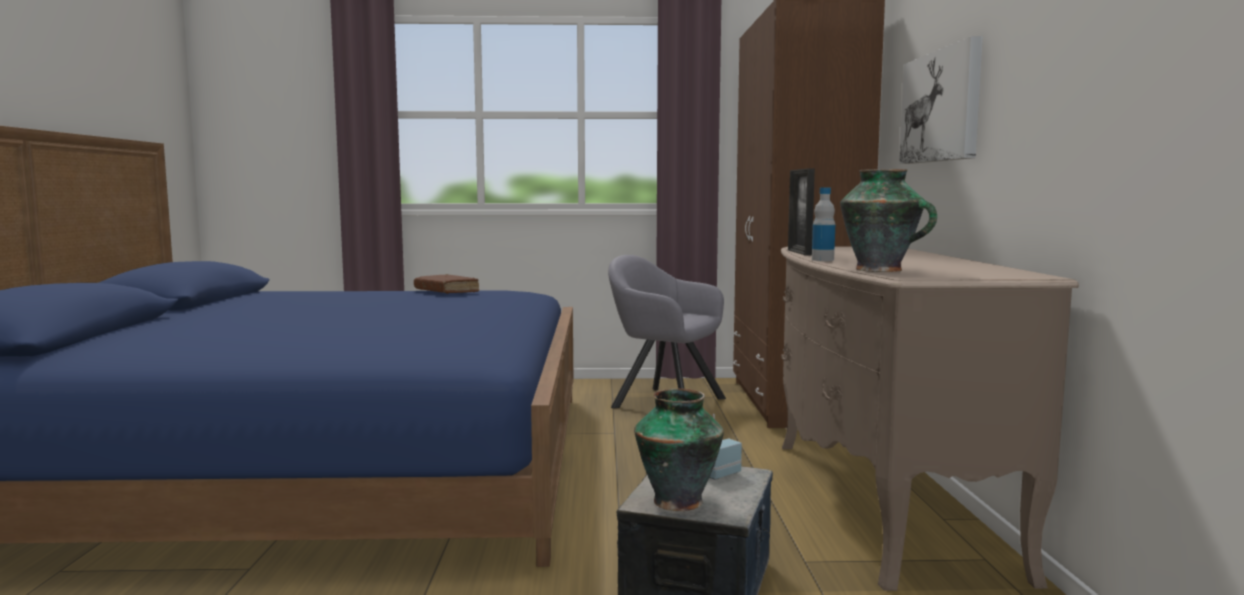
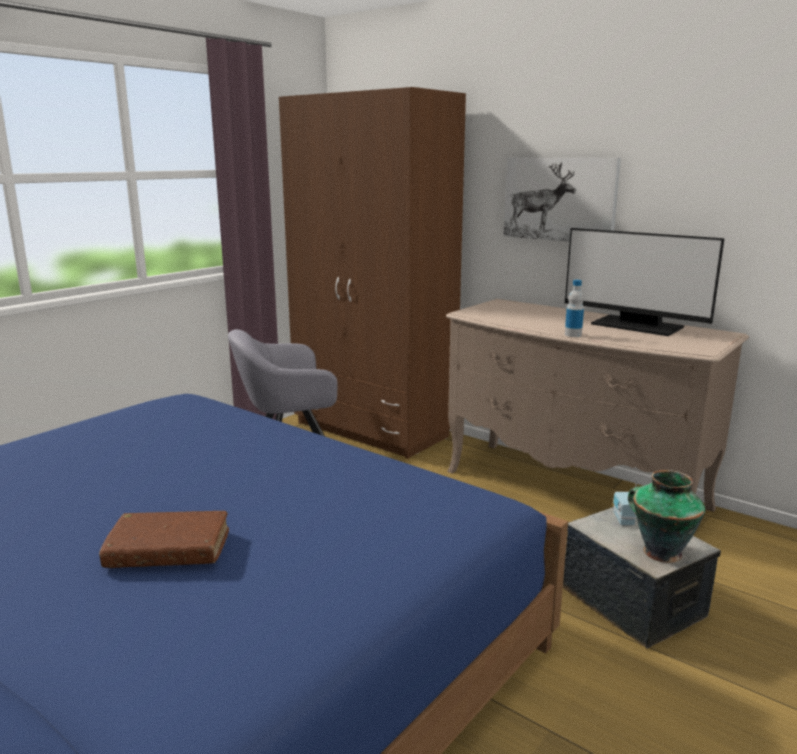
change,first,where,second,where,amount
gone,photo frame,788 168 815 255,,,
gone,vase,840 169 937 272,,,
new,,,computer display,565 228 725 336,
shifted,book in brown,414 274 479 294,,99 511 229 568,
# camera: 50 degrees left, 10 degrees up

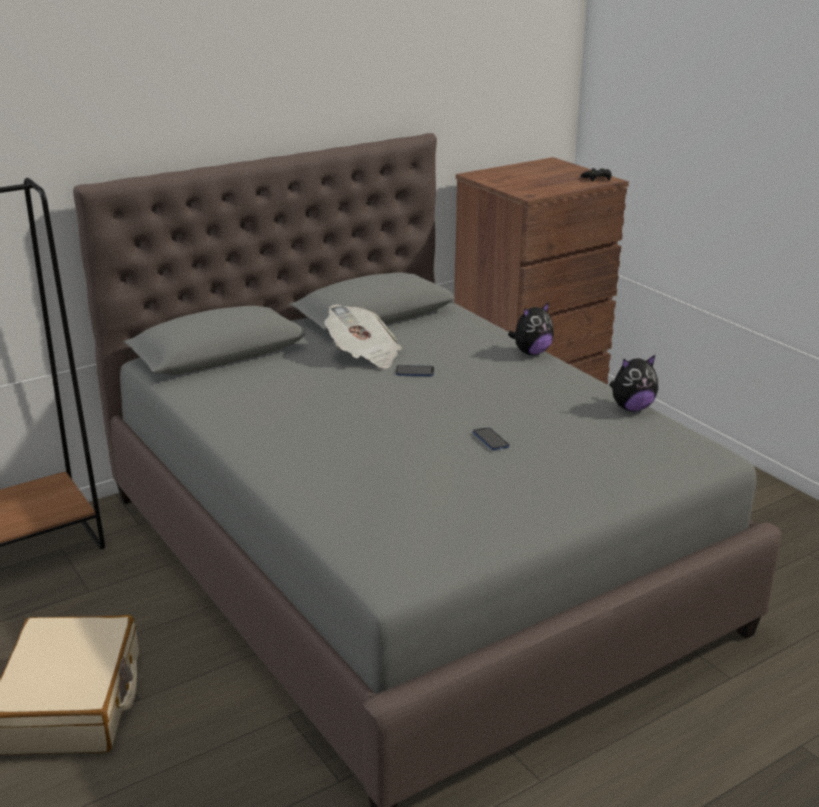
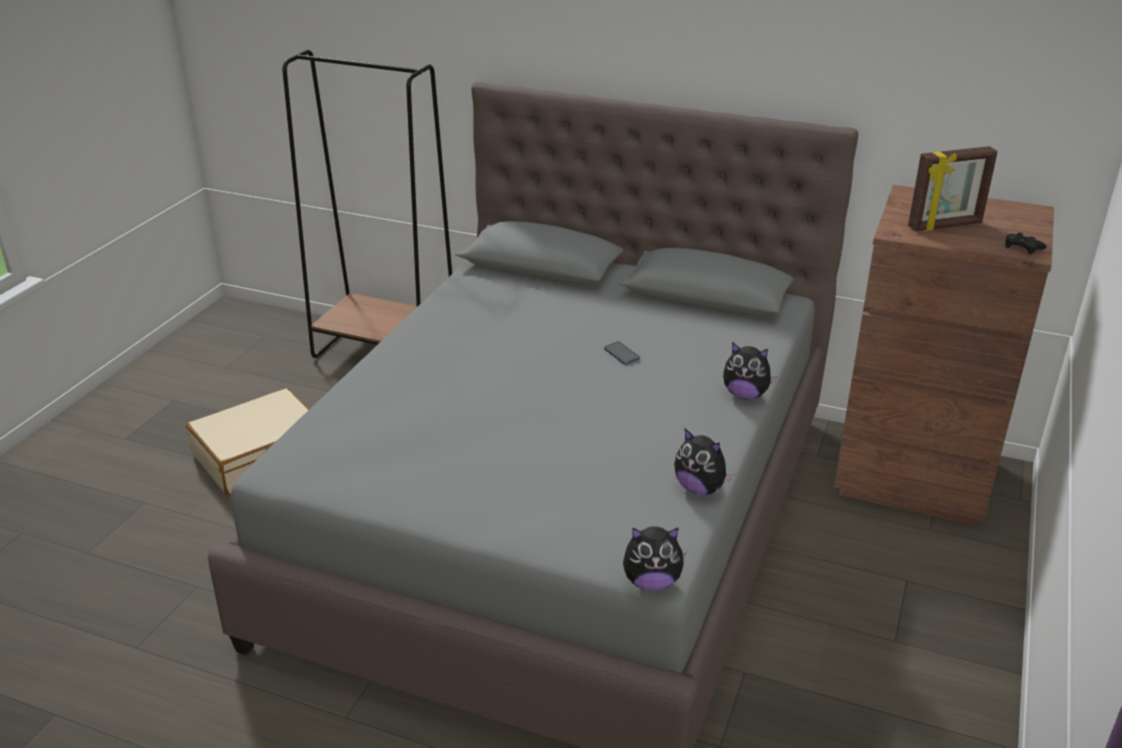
change,first,where,second,where,amount
gone,printed paper,324 304 402 369,,,
gone,handset,473 427 509 450,,,
new,,,soft toy,623 526 686 591,
new,,,photo frame,908 146 998 231,
# camera: 55 degrees right, 5 degrees up

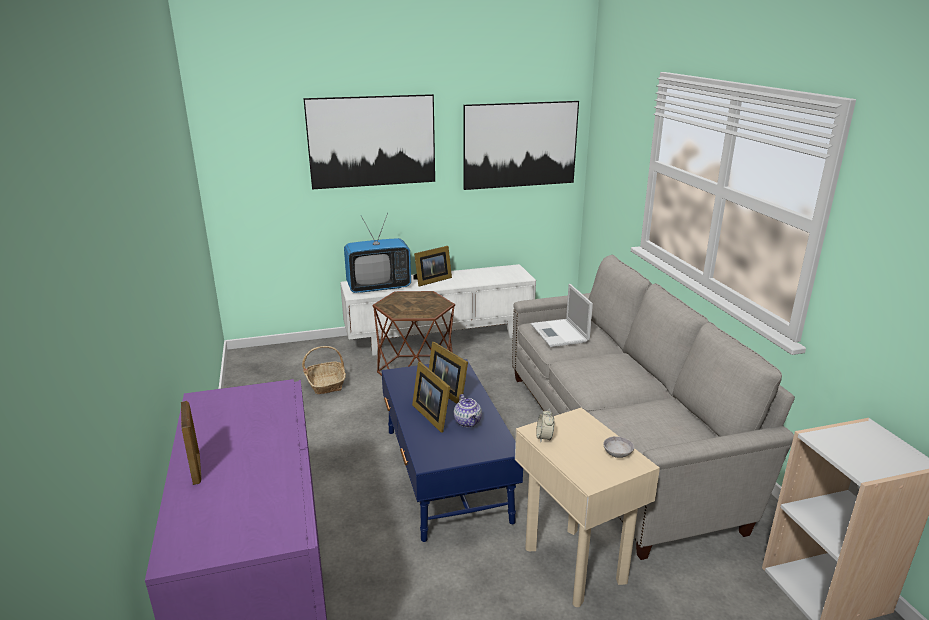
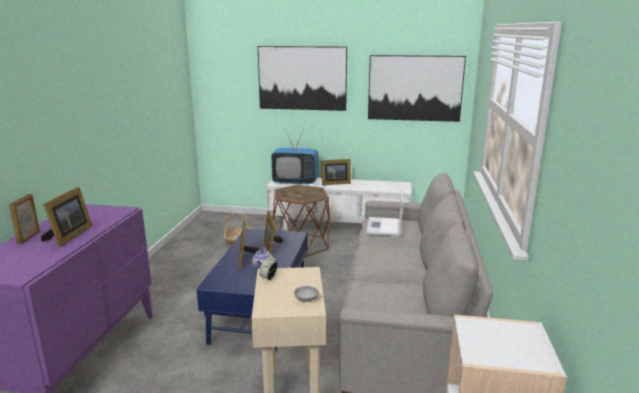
change,first,where,second,where,amount
new,,,photo frame,41 187 92 247,
# camera: 25 degrees right, 5 degrees down

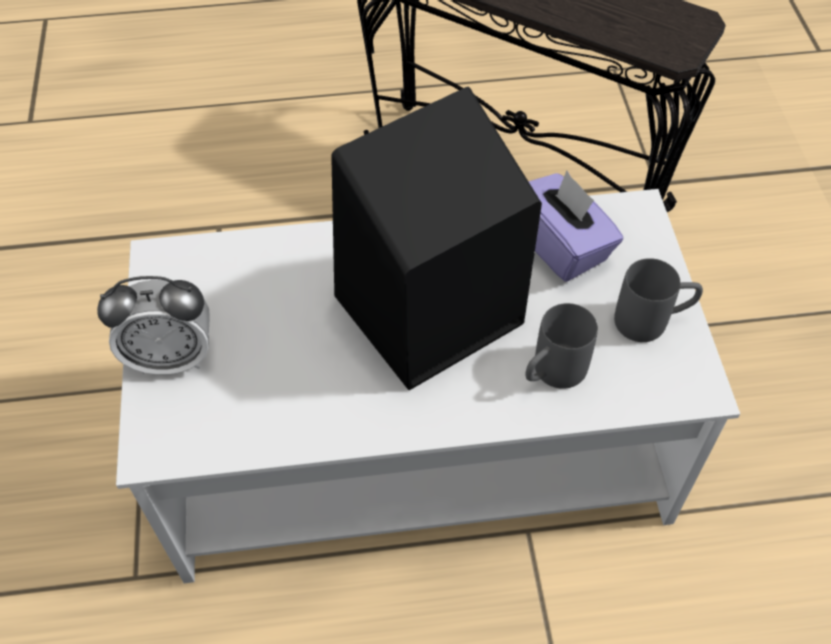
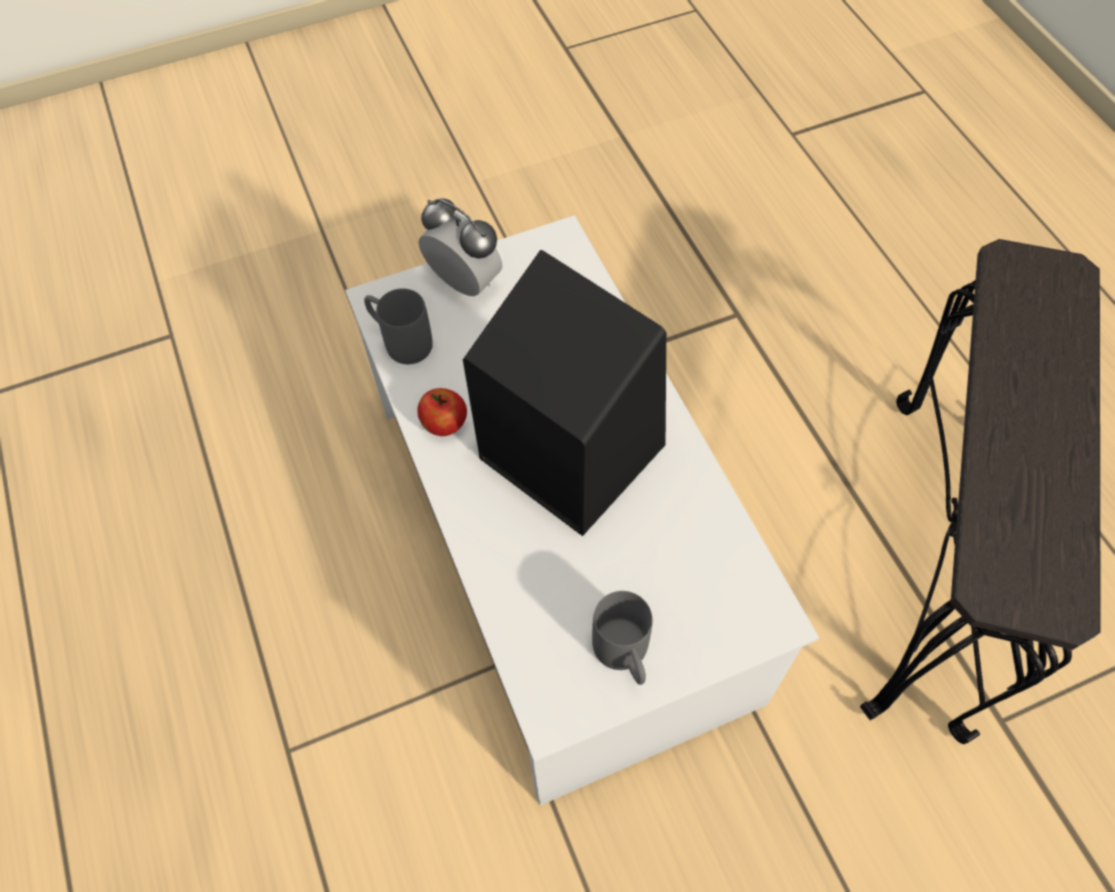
change,first,where,second,where,amount
gone,box of tissues in purplish,528 170 624 282,,,
new,,,whole apple,418 388 467 436,
shifted,mug in grey,525 303 598 389,,364 288 433 364,
rotated,bedside clock,97 276 210 375,,418 198 504 296,150 degrees clockwise
# camera: 75 degrees right, 5 degrees up

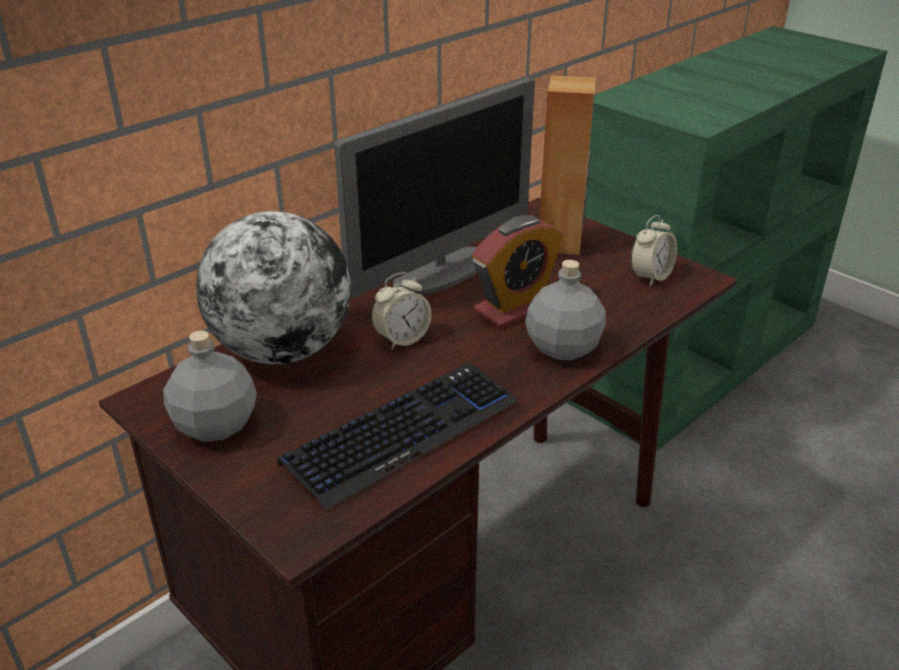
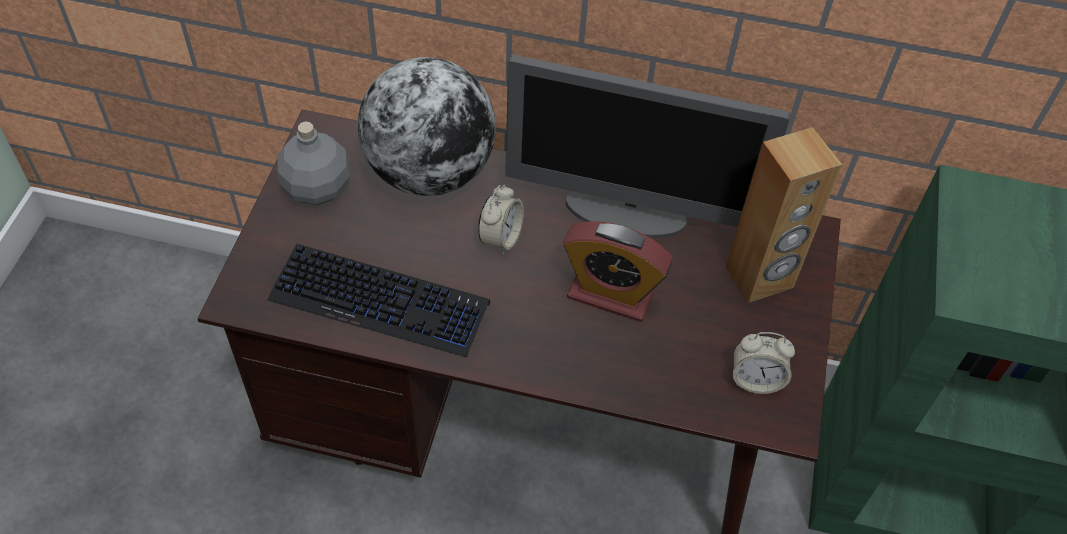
change,first,where,second,where,amount
gone,bottle in grey,525 260 606 360,,,
rotated,bedside clock,371 272 432 350,,478 185 524 255,90 degrees counterclockwise
# camera: 55 degrees right, 20 degrees up

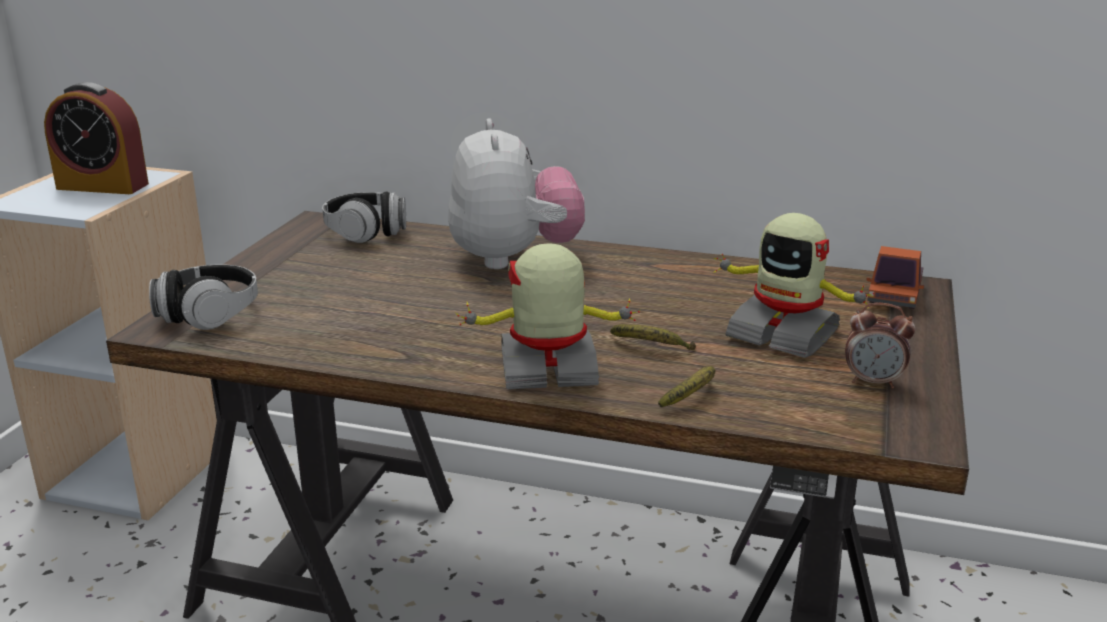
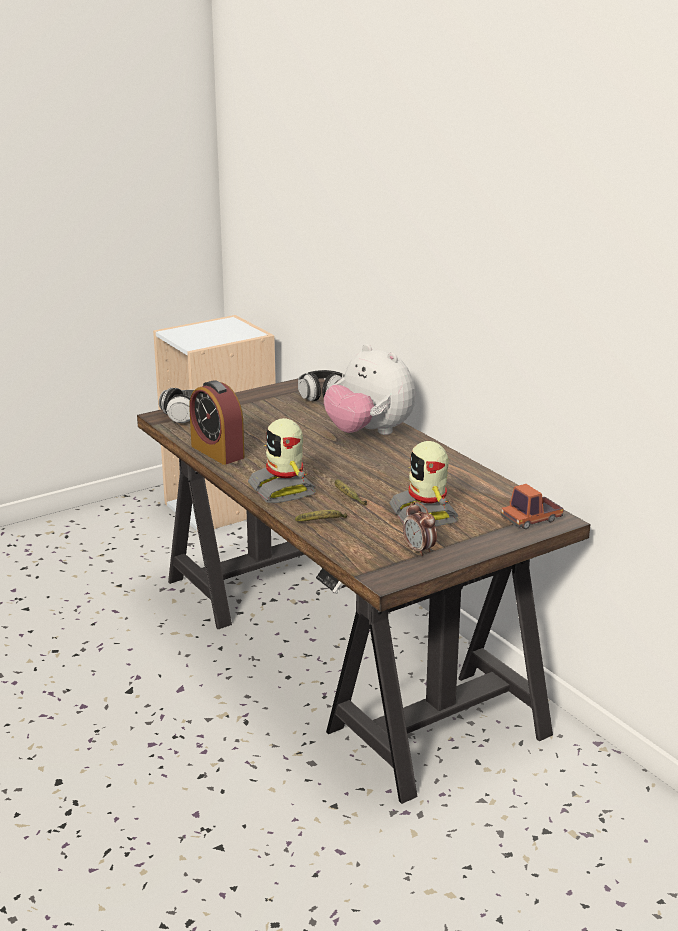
change,first,where,second,where,amount
shifted,bedside clock,44 82 149 194,,189 380 245 465,
rotated,soft toy,448 118 585 269,,324 344 415 435,105 degrees clockwise
rotated,model robot,456 243 641 389,,248 418 316 503,150 degrees counterclockwise
# camera: 40 degrees right, 0 degrees up

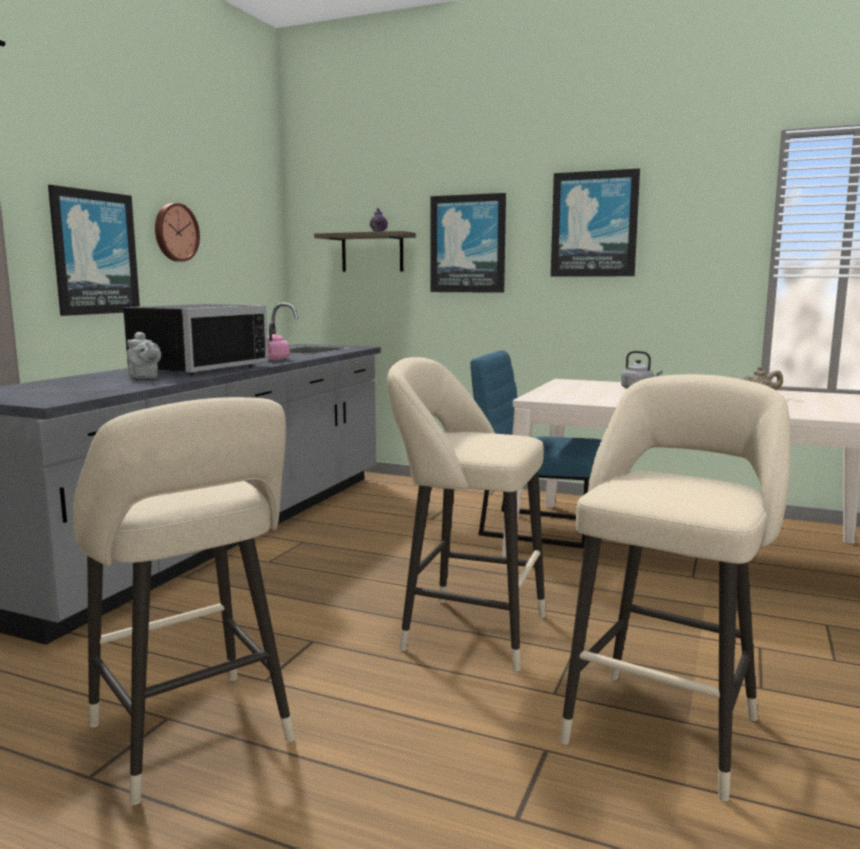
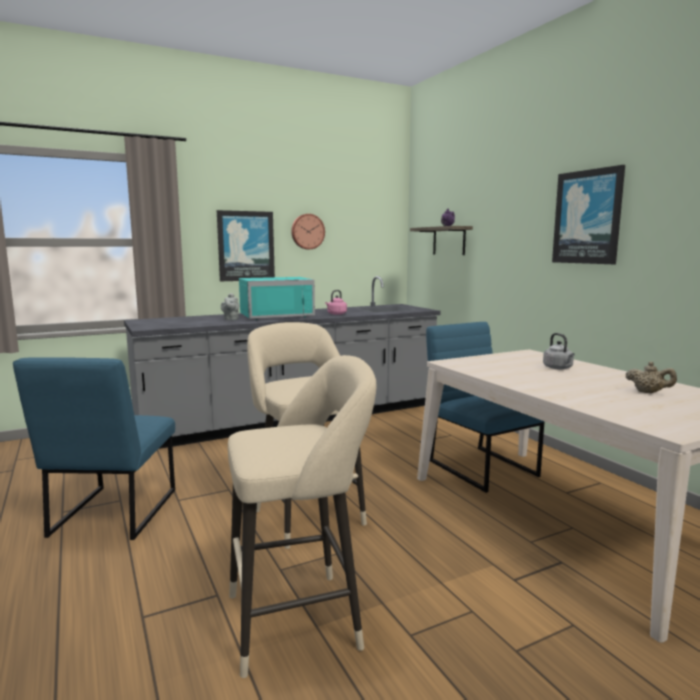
change,first,where,second,where,amount
gone,wall art,431 193 506 293,,,
swapped,stool in sand-coloured,73 397 295 805,plain chair in bluish,13 357 175 540,
repainted,microwave oven in black-coloured,123 304 268 375,microwave oven in turquoise-coloured,239 277 315 320,
# camera: 40 degrees right, 0 degrees up

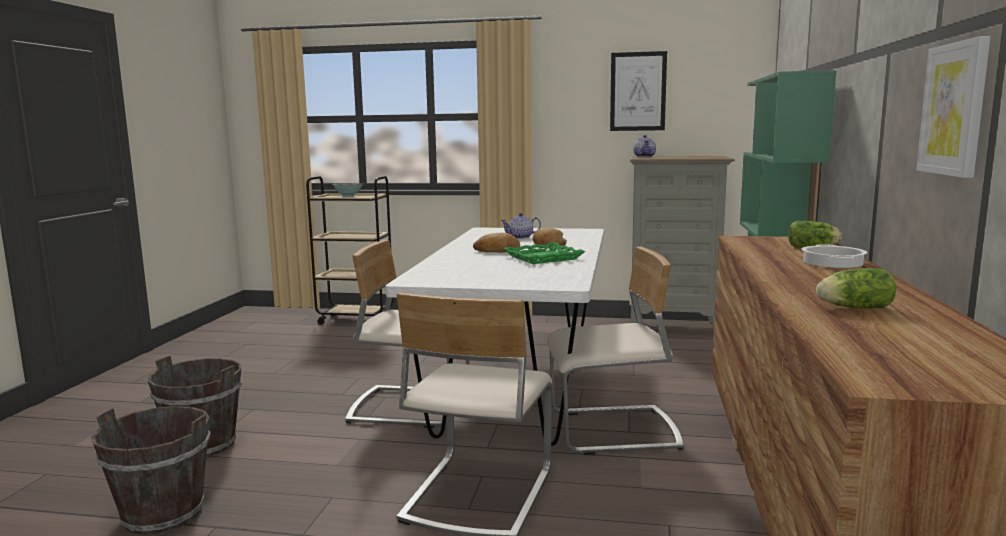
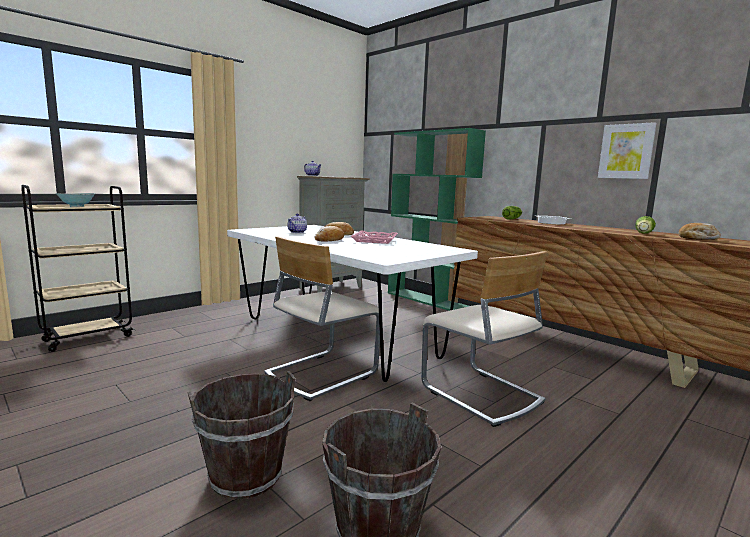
change,first,where,second,where,amount
gone,plain chair in sand-coloured,547 247 684 455,,,
gone,wall art,610 51 667 131,,,
new,,,bread,679 223 721 240,
repainted,tray in green,503 242 585 264,tray in pink,351 231 398 244,
# camera: 55 degrees left, 0 degrees up

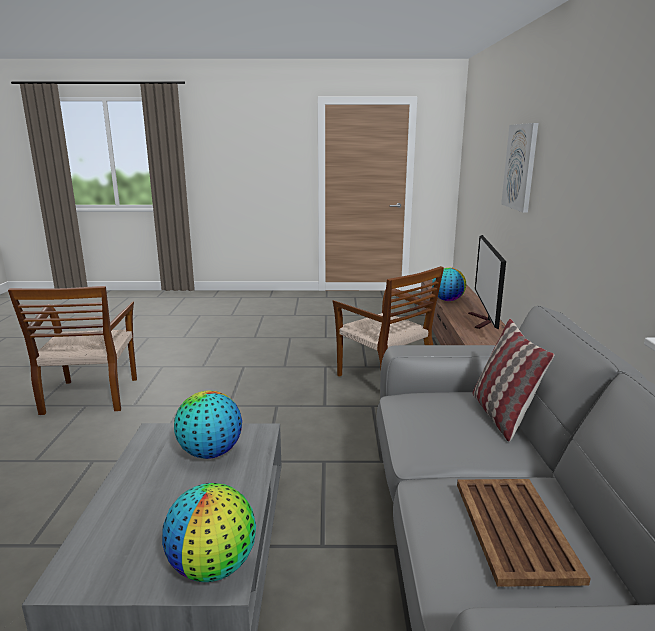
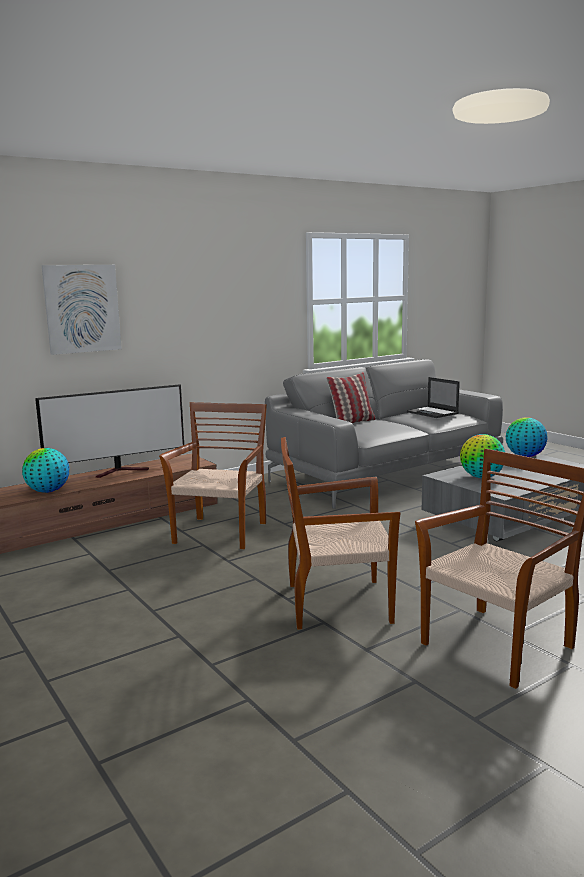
change,first,where,second,where,amount
new,,,armchair in brown,281 437 401 630,
swapped,tray in brown,457 479 591 587,laptop,407 377 460 418,
# camera: 125 degrees left, 5 degrees down

